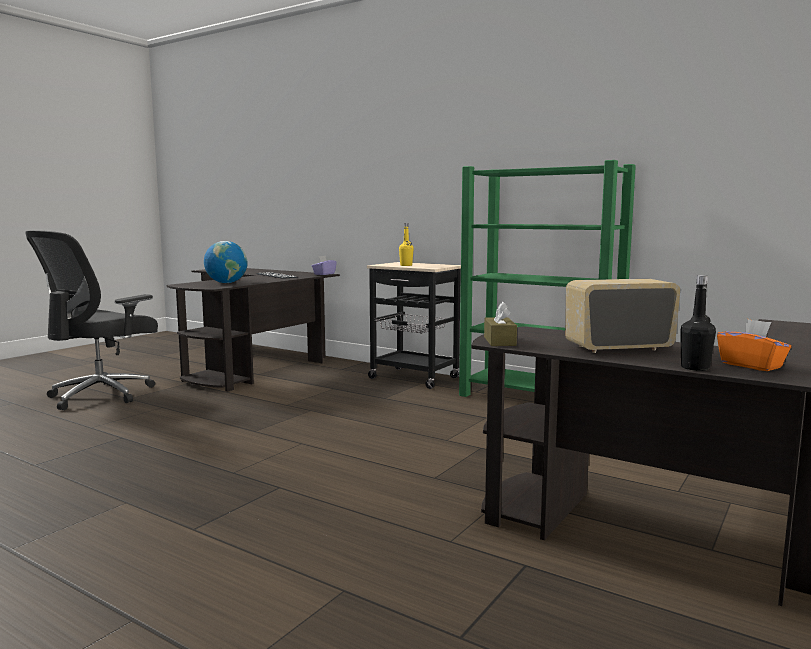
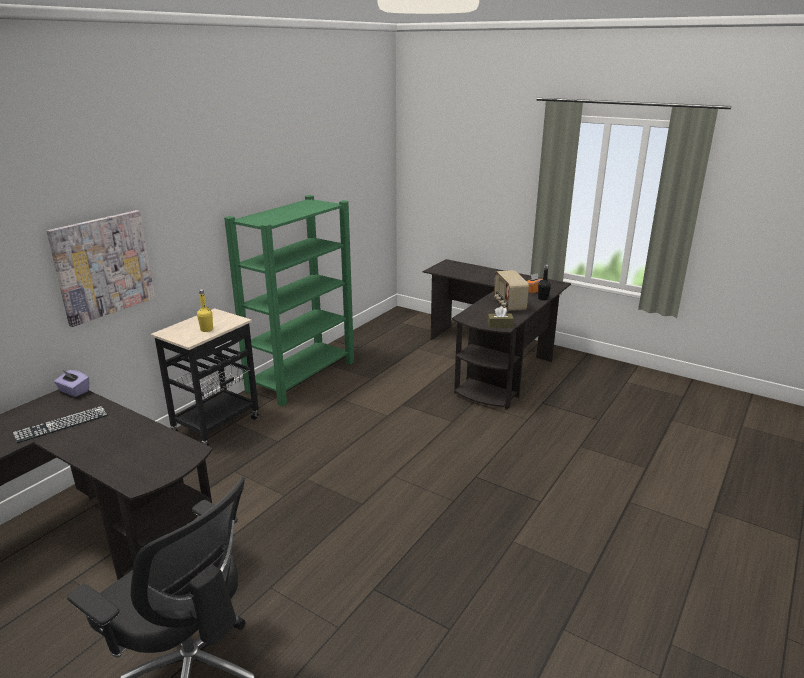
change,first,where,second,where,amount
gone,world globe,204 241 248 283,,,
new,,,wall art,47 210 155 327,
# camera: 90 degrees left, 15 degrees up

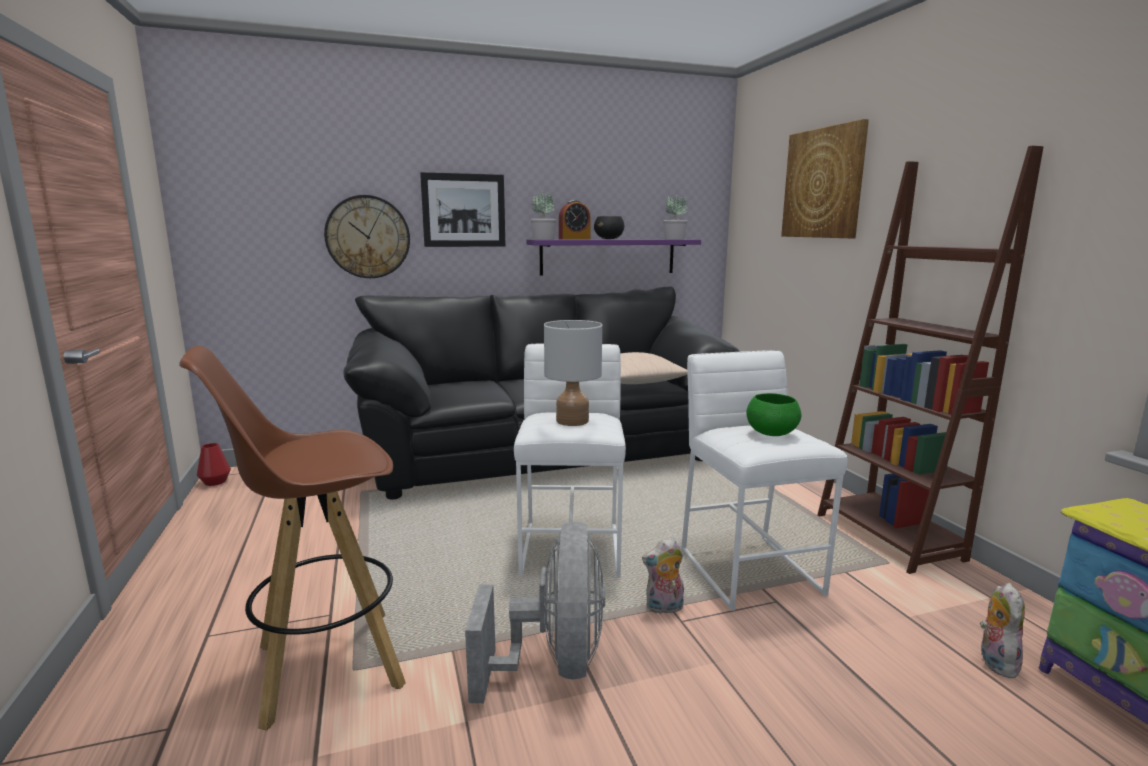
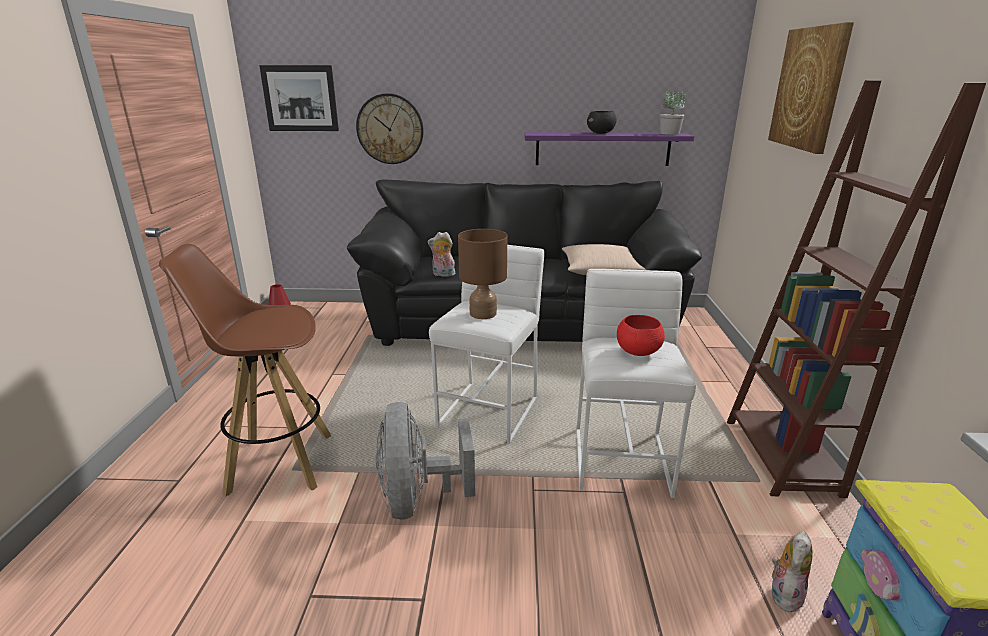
change,first,where,second,where,amount
gone,houseplant,531 191 556 239,,,
gone,bedside clock,559 200 591 239,,,
shifted,wall art,420 172 506 247,,259 65 339 131,
shifted,soft toy,642 538 684 615,,428 232 455 277,
repainted,lamp for a table in grey,544 320 602 426,lamp for a table in brown,458 229 507 319,
repainted,bowl in green,746 393 801 436,bowl in red,617 315 665 356,
rotated,cooling fan in grey,465 522 605 703,,376 402 475 519,150 degrees clockwise
# camera: 20 degrees right, 10 degrees up

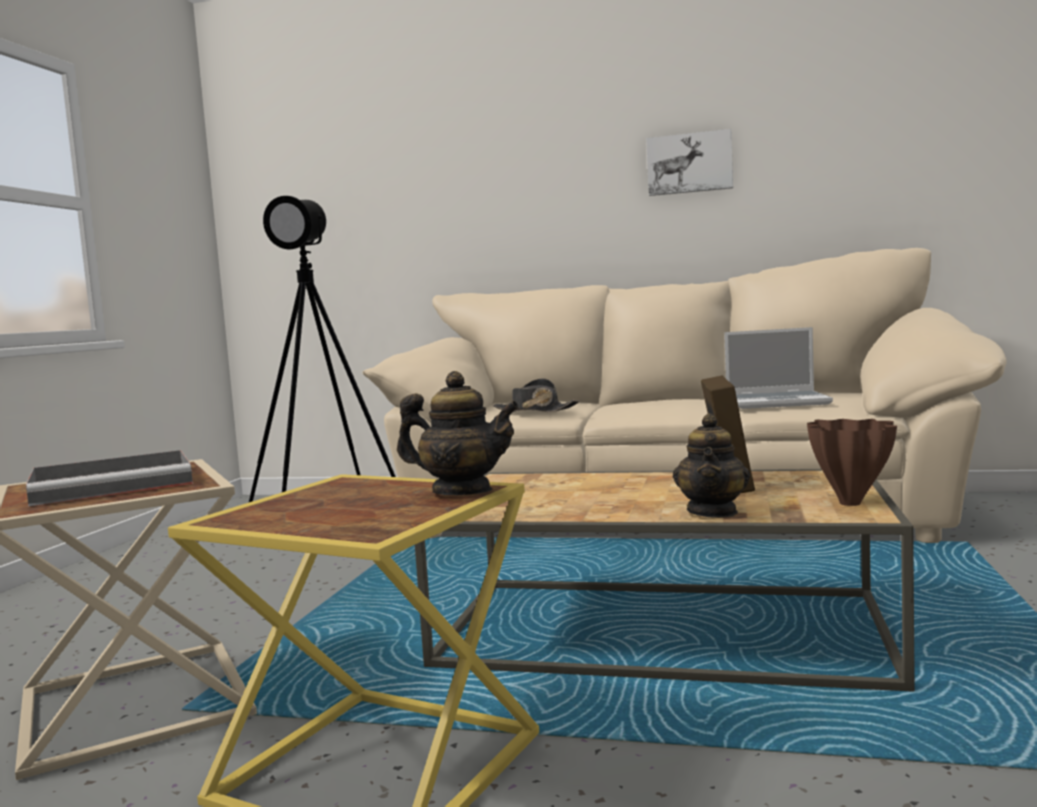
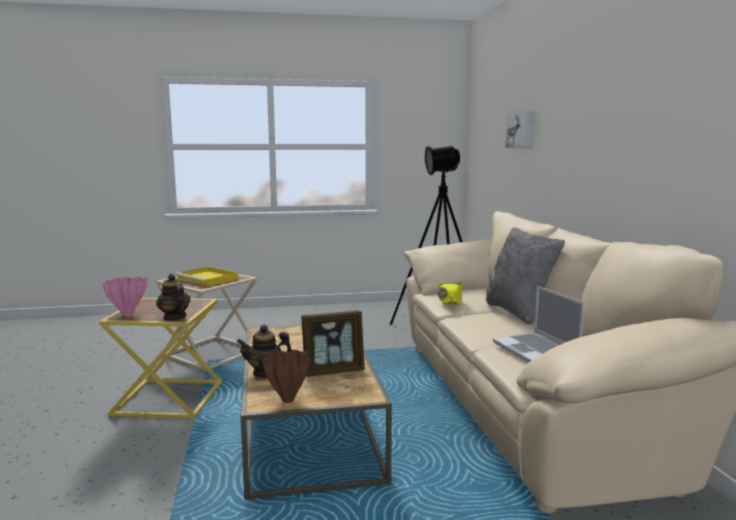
change,first,where,second,where,amount
new,,,vase in pink,103 277 147 317,
new,,,throw pillow in grey,486 227 565 325,
shifted,wall art,646 129 733 196,,505 111 534 148,
repainted,tray in grey,26 450 193 507,tray in yellowish,176 266 238 286,
repainted,clothing hat in black-coloured,493 378 580 412,clothing hat in yellowish,438 281 463 305,
rotated,teapot,397 371 520 495,,156 274 190 321,150 degrees clockwise
# camera: 65 degrees right, 5 degrees up

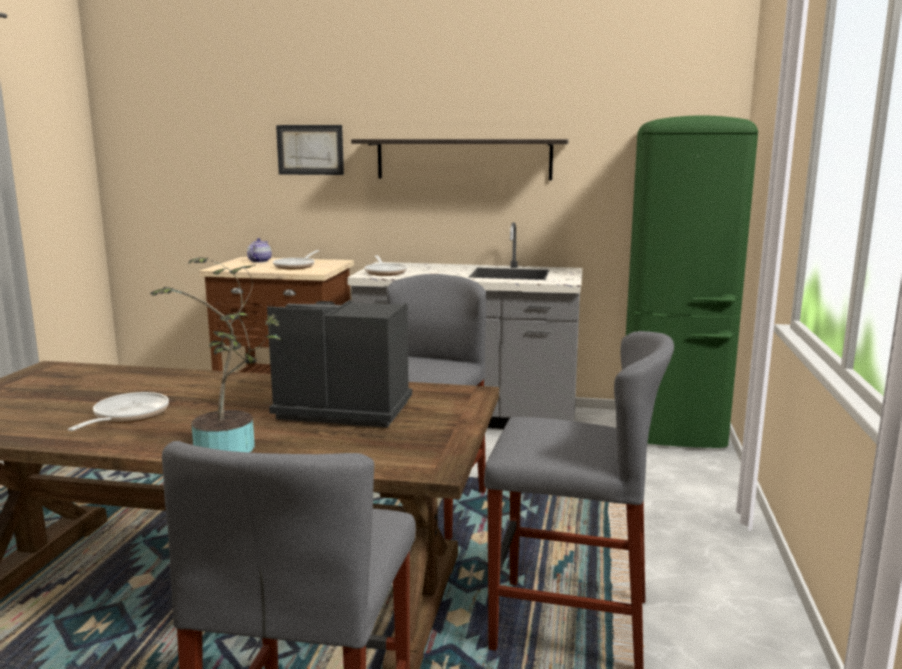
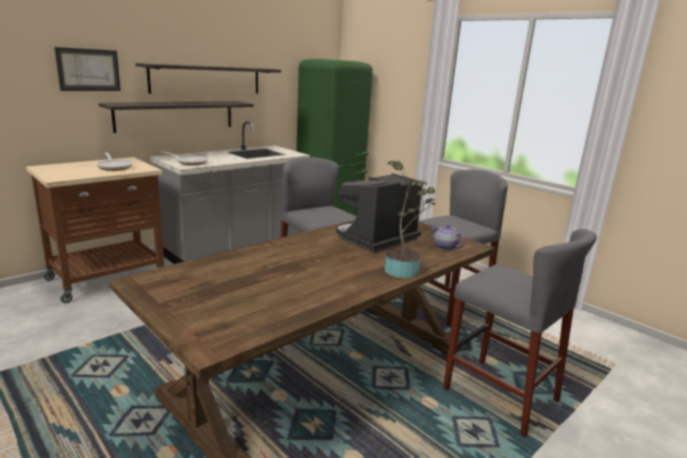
change,first,where,second,where,amount
gone,frying pan,68 392 169 431,,,
new,,,wall shelf,99 101 253 133,
shifted,teapot,247 238 272 263,,431 224 465 250,
# camera: 55 degrees left, 5 degrees up

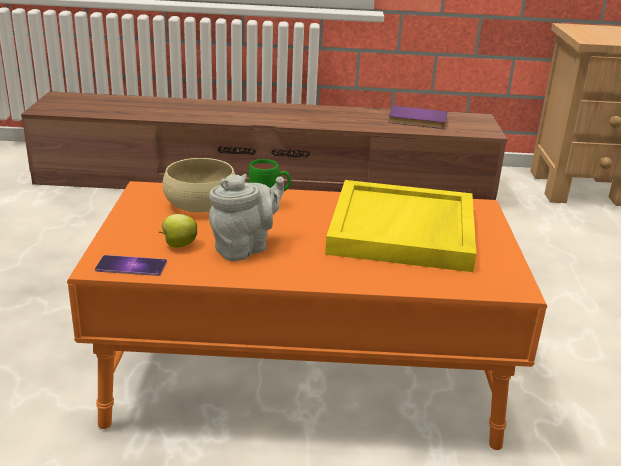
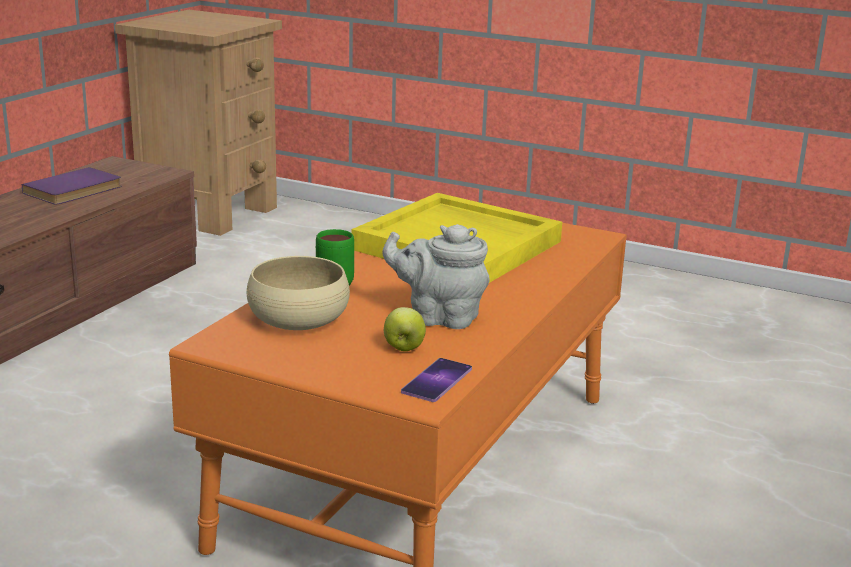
change,first,where,second,where,amount
rotated,teapot in grey,209 174 284 261,,382 224 490 329,60 degrees counterclockwise
# camera: 65 degrees left, 5 degrees down

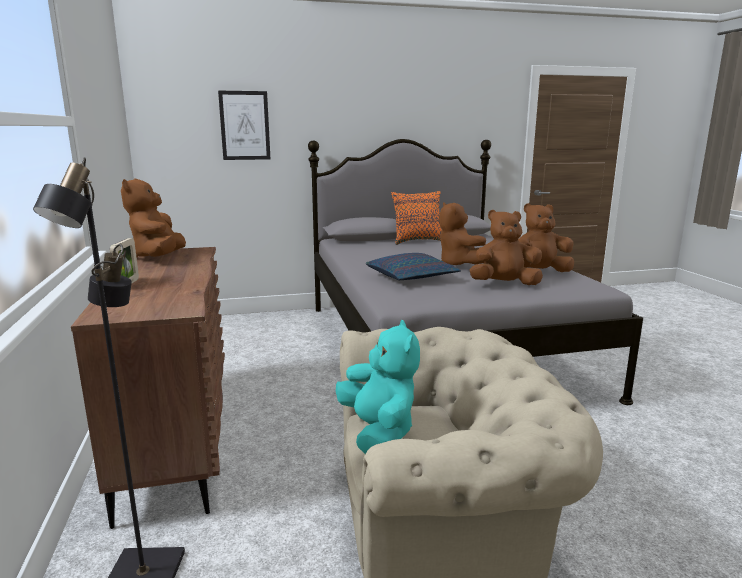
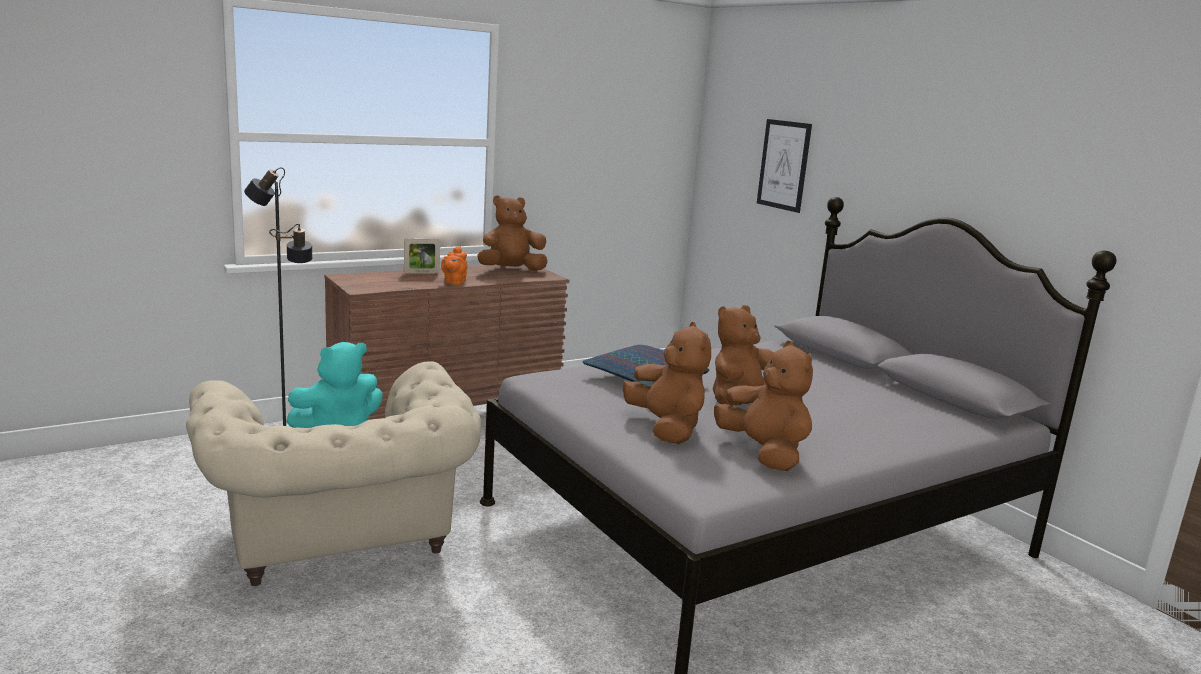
change,first,where,second,where,amount
gone,throw pillow in orange-coloured,391 191 442 245,,,
new,,,teapot in orange-coloured,441 246 468 285,
# camera: 70 degrees right, 0 degrees up

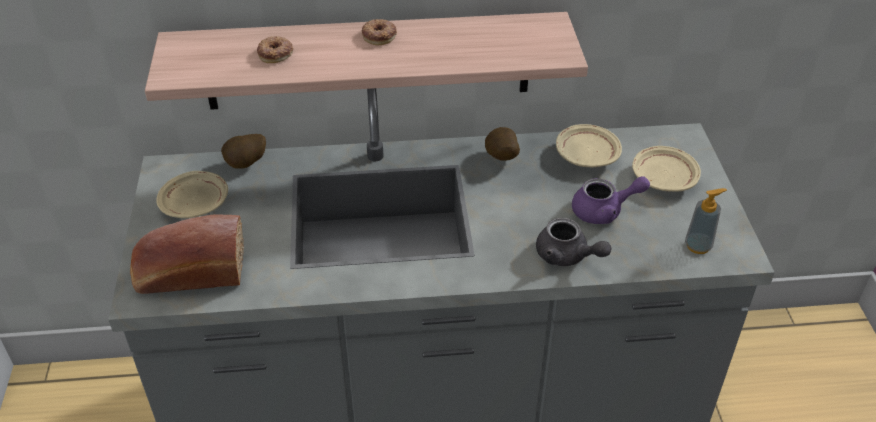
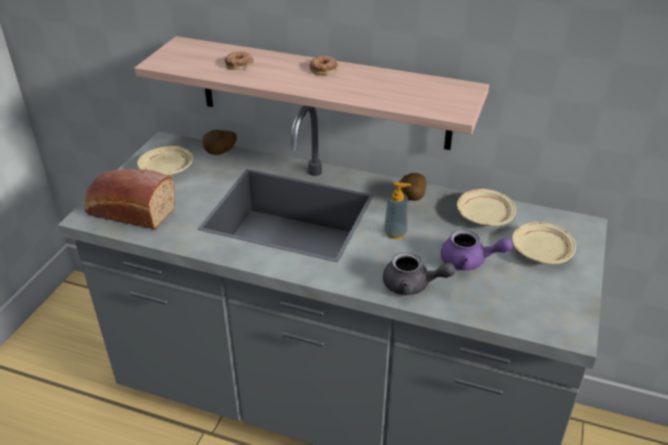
change,first,where,second,where,amount
shifted,soap bottle,685 188 727 254,,384 182 411 239,
rotated,teapot in grey,536 218 612 266,,383 252 455 295,45 degrees counterclockwise
# camera: 25 degrees right, 5 degrees down

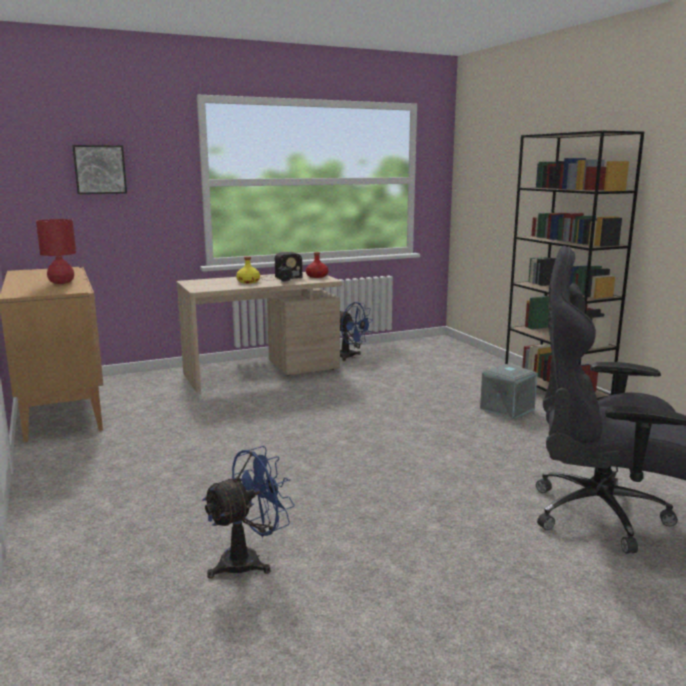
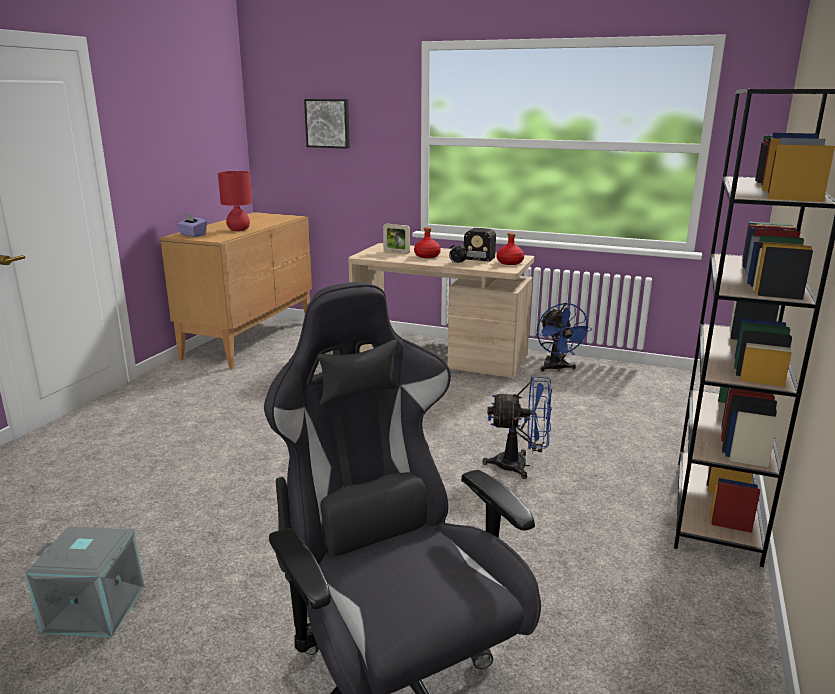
change,first,where,second,where,amount
new,,,box of tissues in purplish,177 214 207 237,
new,,,photo frame,383 224 410 254,
shifted,cooling fan in bluish,202 446 295 579,,482 376 552 479,
shifted,storage bin in grey,480 364 538 419,,26 527 144 638,
repainted,bottle in yellowish,236 256 260 284,bottle in red,414 227 441 258,
# camera: 45 degrees right, 5 degrees up

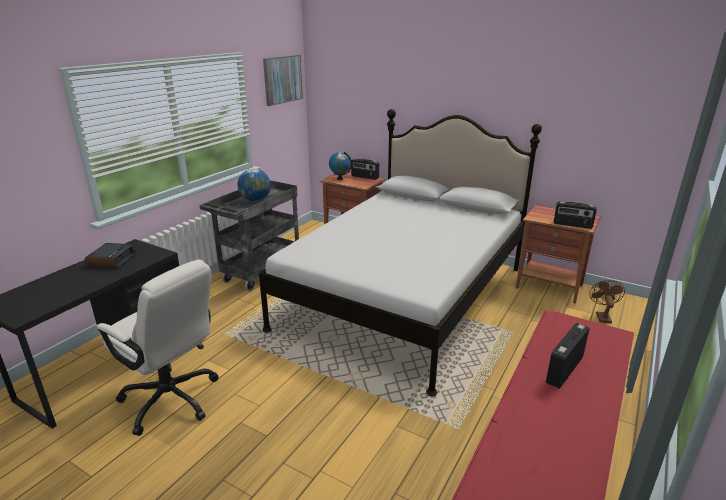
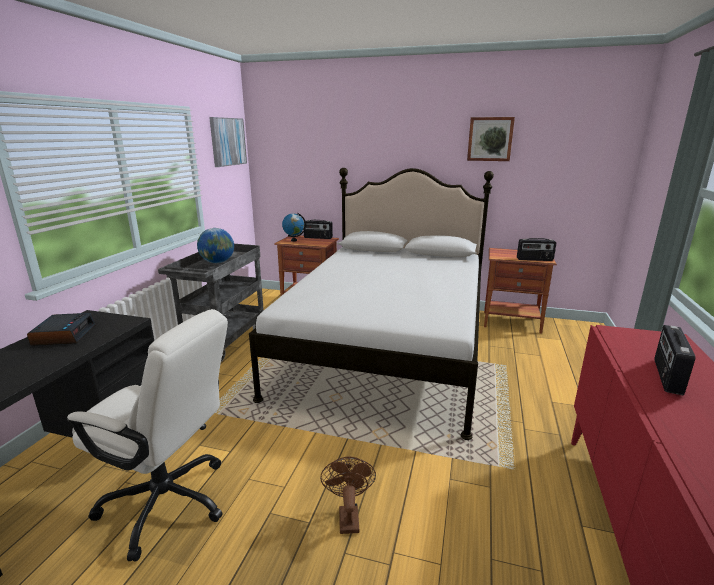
change,first,where,second,where,amount
new,,,wall art,467 117 515 161,
shifted,cooling fan in brown,589 280 625 324,,320 456 376 534,
# camera: 15 degrees left, 5 degrees down

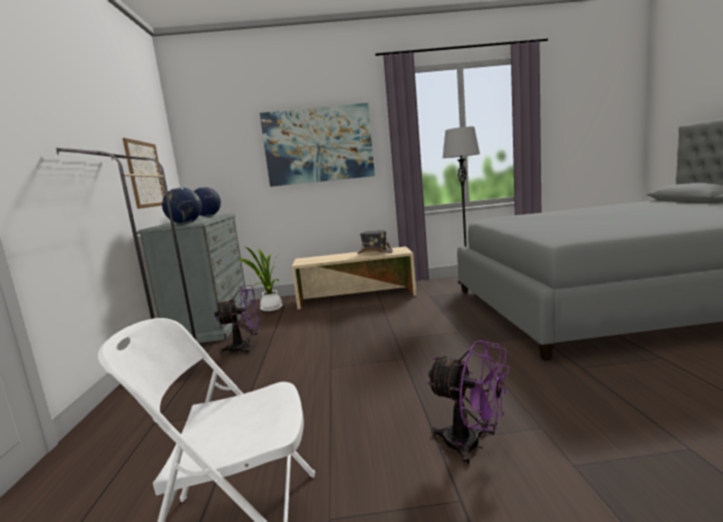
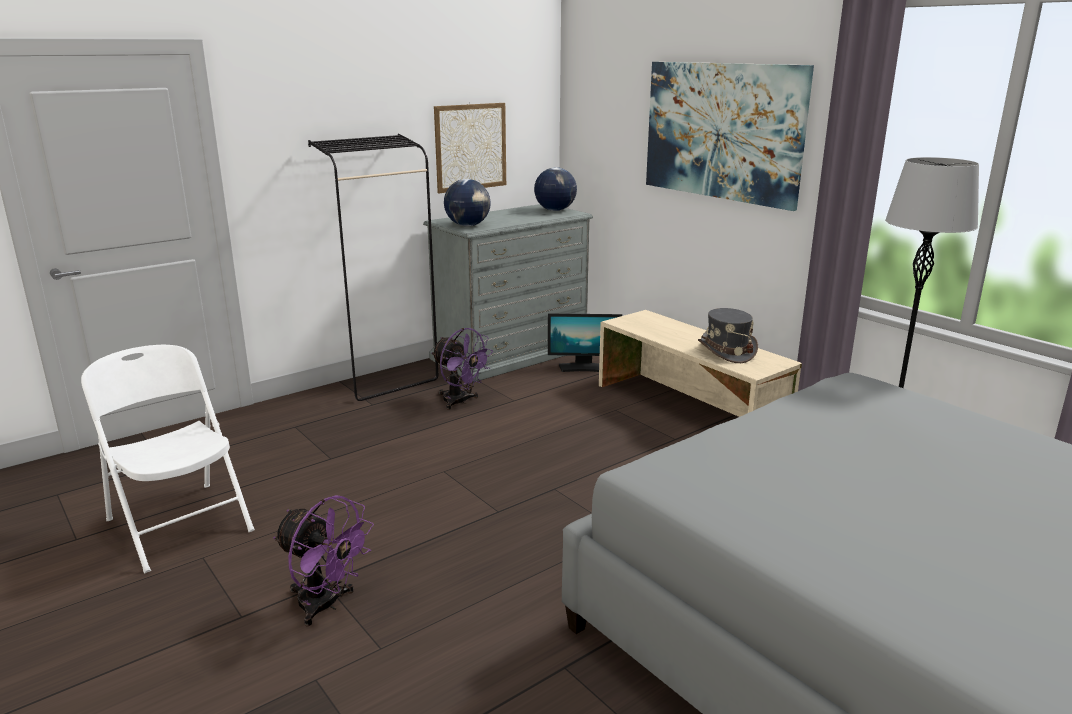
change,first,where,second,where,amount
swapped,houseplant,238 247 283 311,computer display,548 313 622 372,
rotated,cooling fan in purplish,426 340 509 465,,273 495 374 626,60 degrees counterclockwise
# camera: 55 degrees right, 10 degrees up

